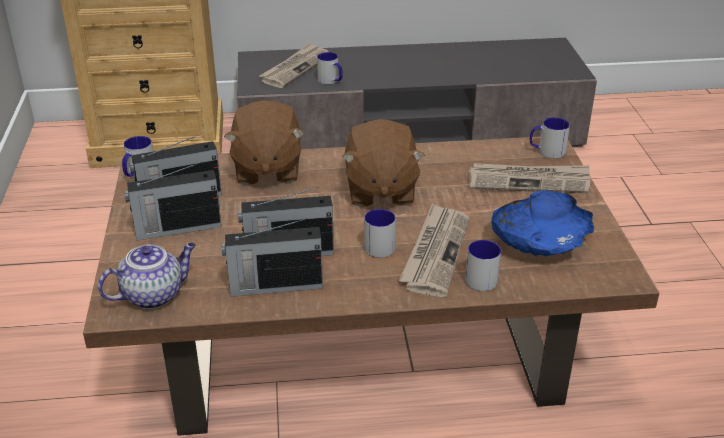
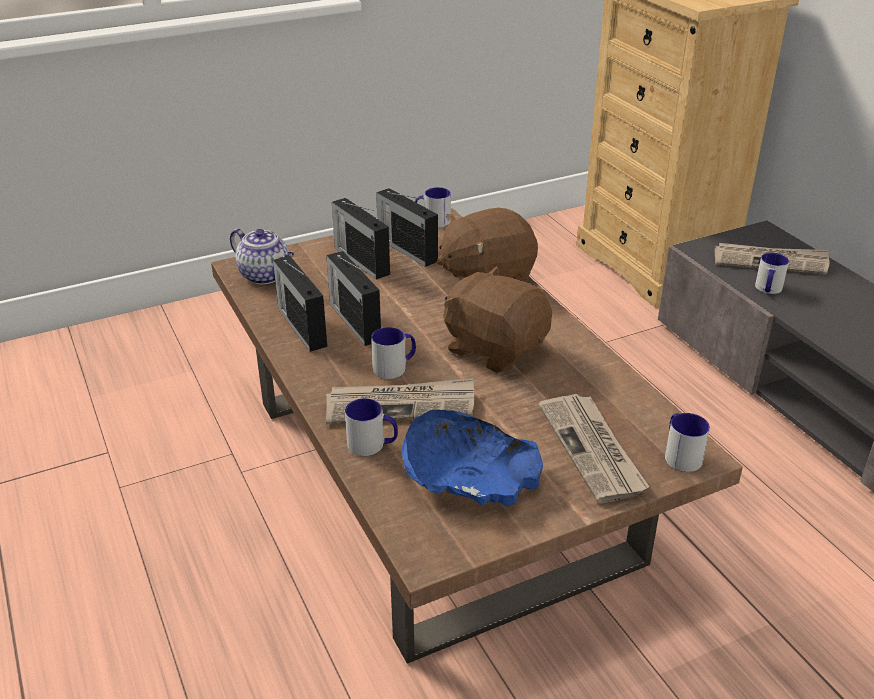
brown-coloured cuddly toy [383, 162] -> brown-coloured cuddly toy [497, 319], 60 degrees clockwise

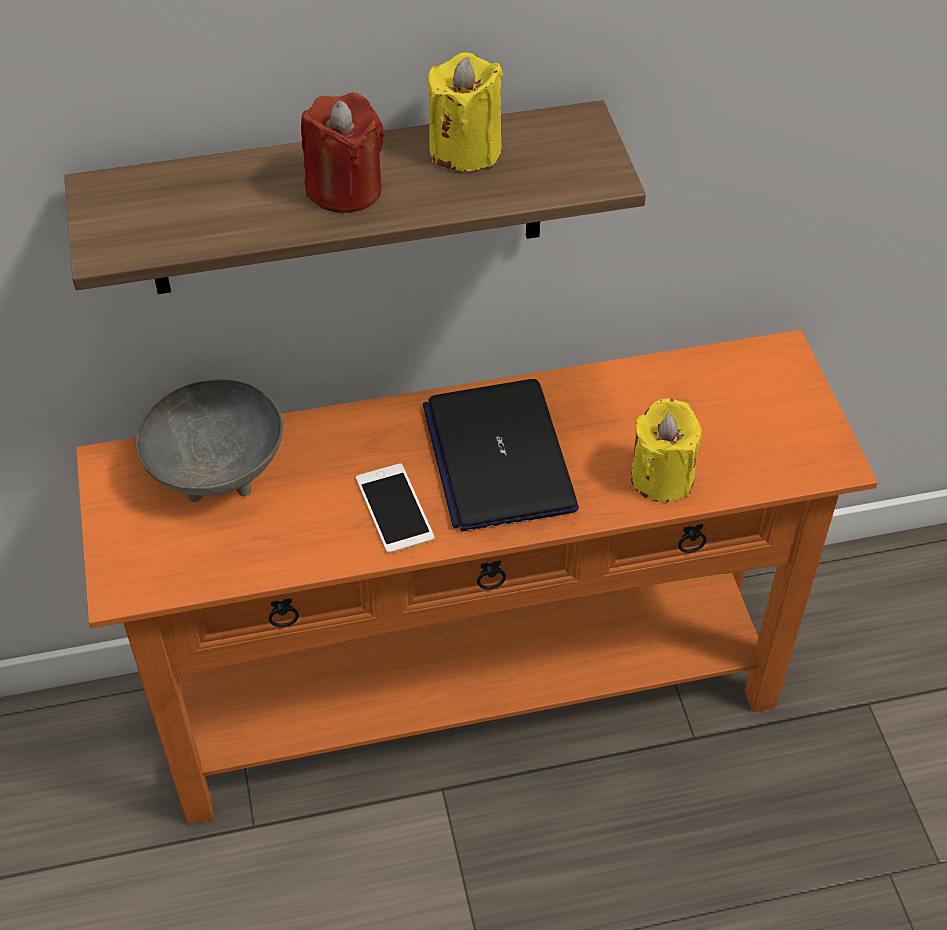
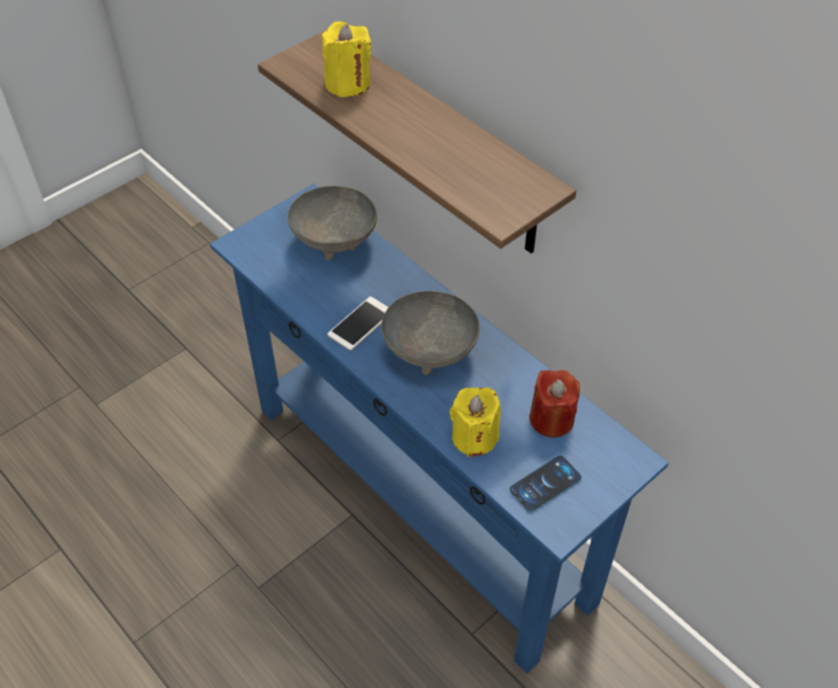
yellowish candle [465, 111] -> yellowish candle [346, 59], relocated
reddish candle [342, 152] -> reddish candle [554, 404], relocated
orange-coloured narrow table [477, 577] -> bluish narrow table [439, 429]
notebook computer [501, 455] -> greyish bowl [430, 333]
none -> telephone [546, 483]

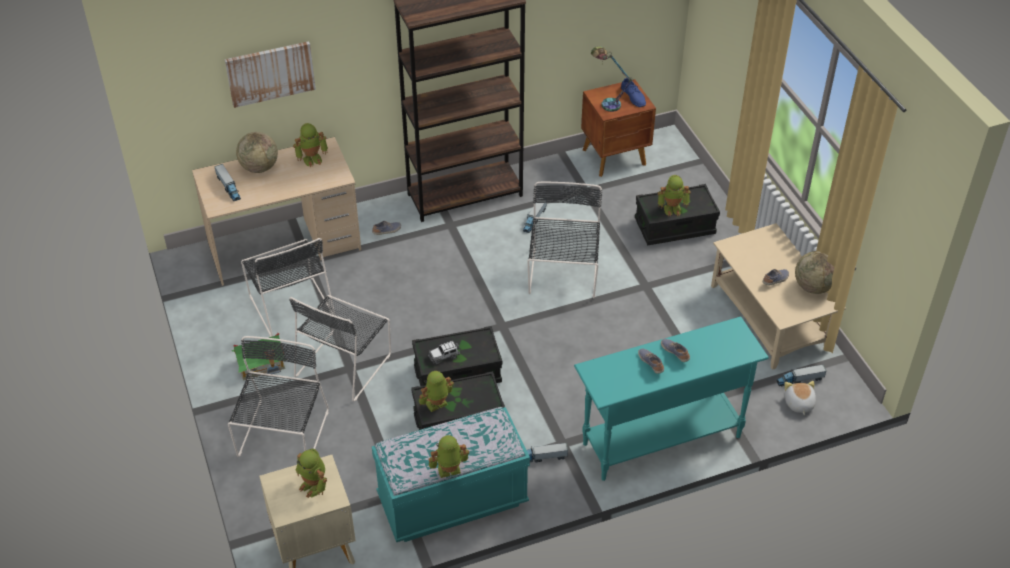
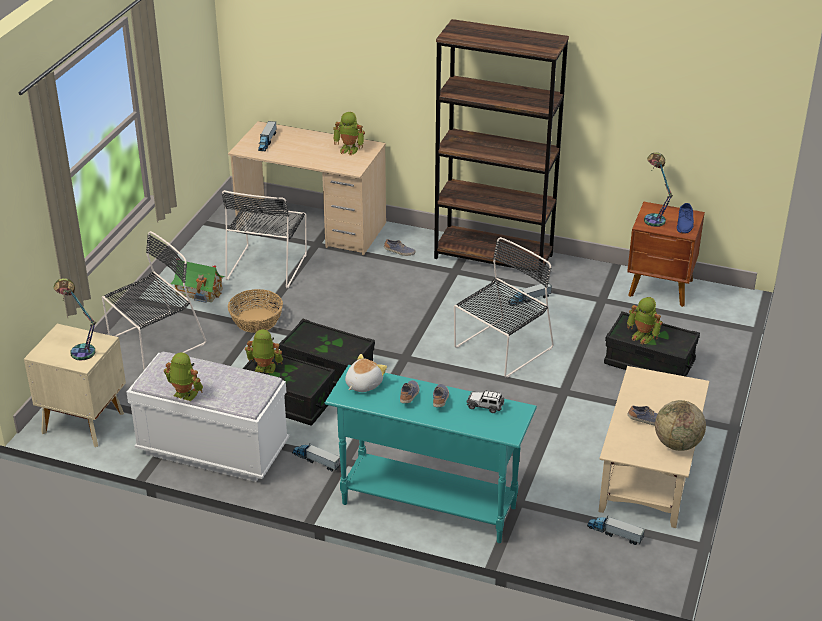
wall art [270, 74] -> none
desk globe [257, 152] -> none
black-coloured plain chair [340, 348] -> basket [255, 311]
toy car [444, 353] -> toy car [485, 401], relocated
cuddly toy [800, 398] -> cuddly toy [366, 373], relocated
turquoise long seat [451, 474] -> whitish long seat [208, 417]
robot figure [311, 473] -> lamp for a table [74, 319]

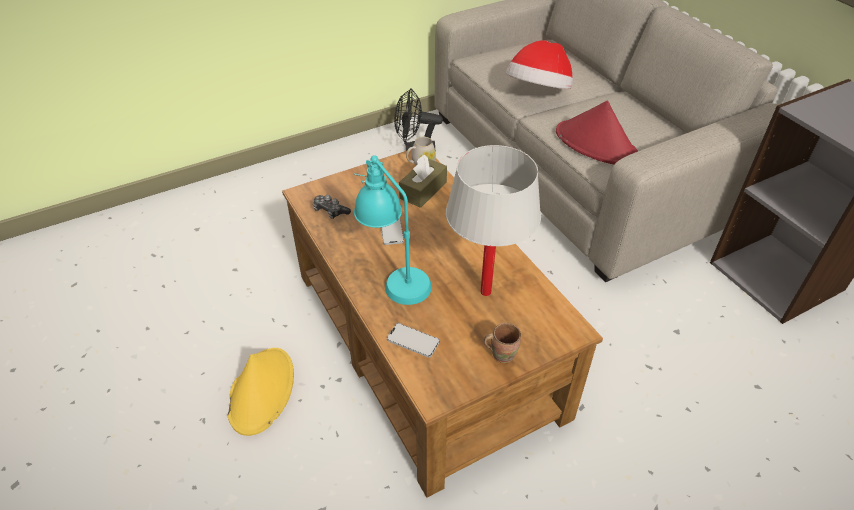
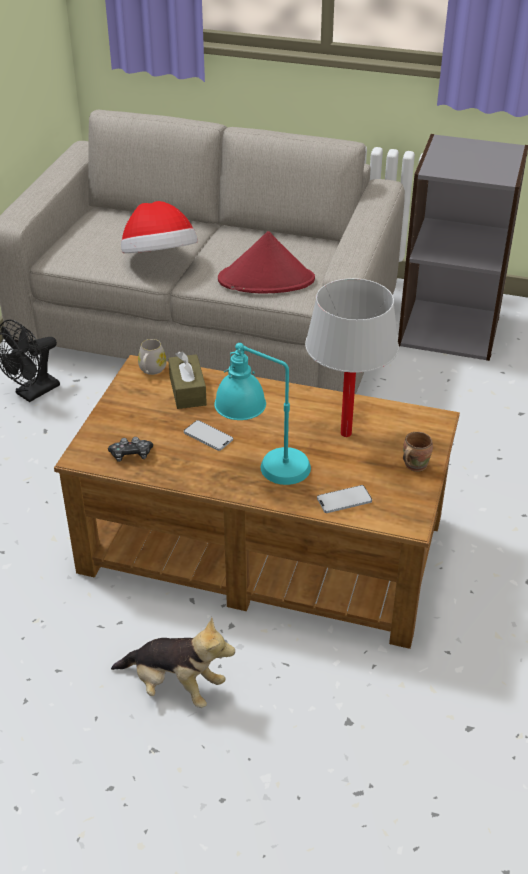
yellowish clothing hat [260, 392] -> cuddly toy [173, 662]

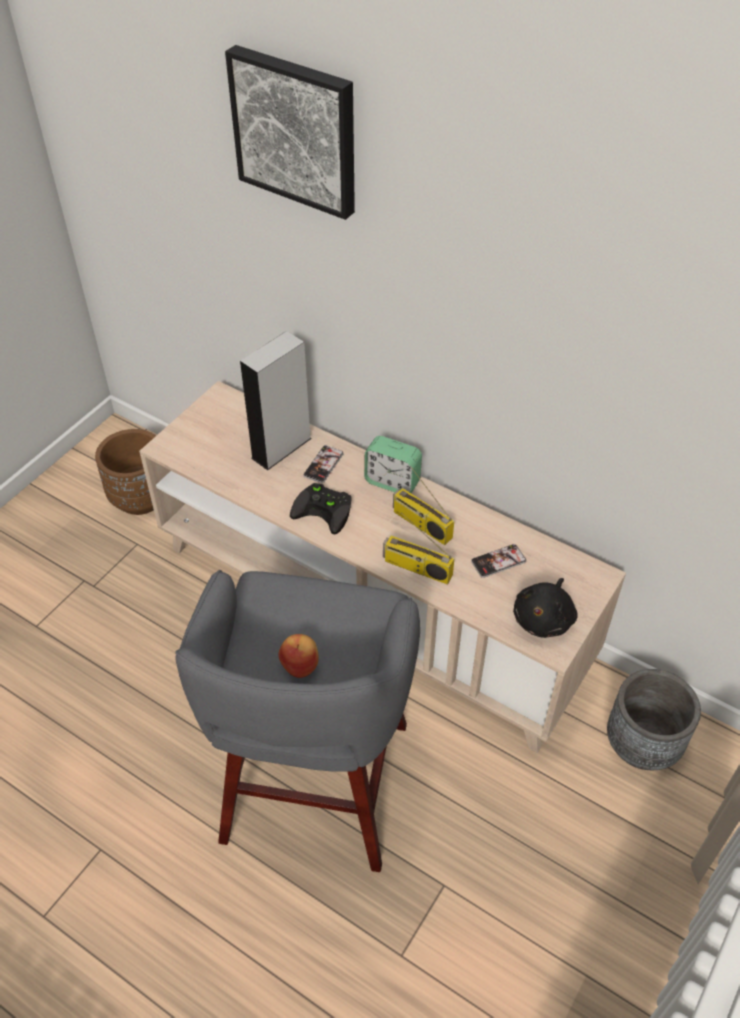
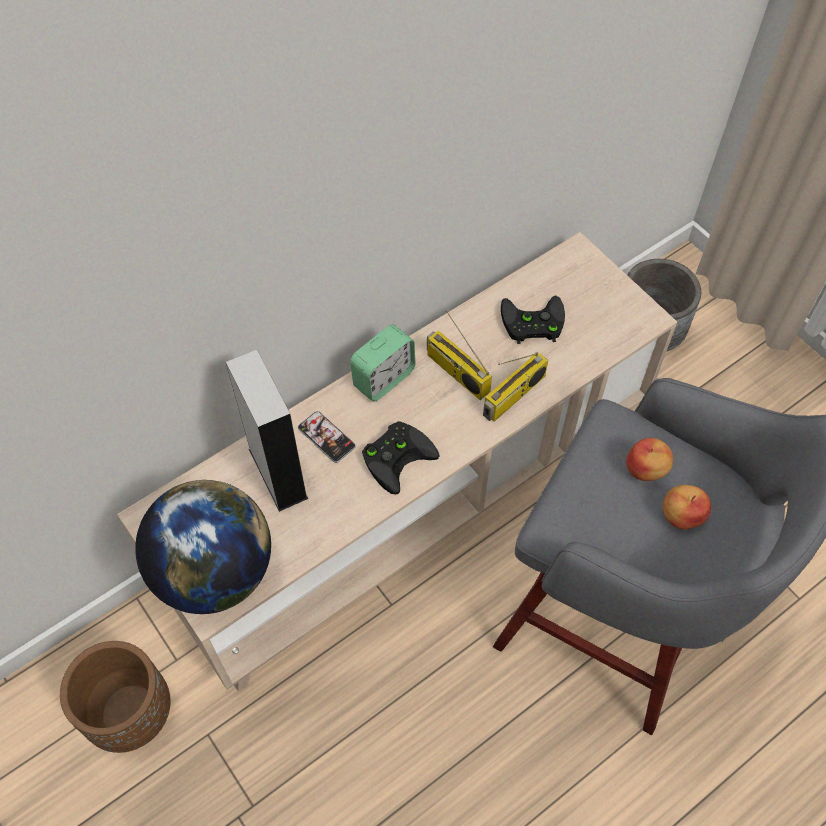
wall art [290, 132] -> none
radio [423, 505] -> radio [459, 355], 75 degrees clockwise
telephone [498, 561] -> black-coloured gamepad [533, 320]
black-coloured cuddly toy [545, 608] -> none
none -> apple [649, 459]
none -> desk globe [203, 547]

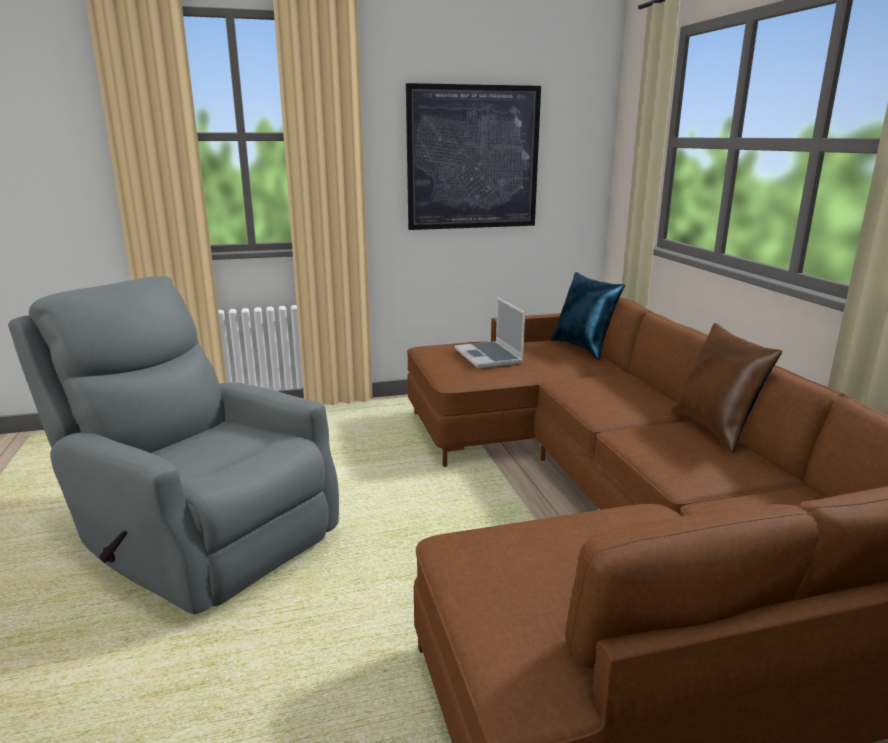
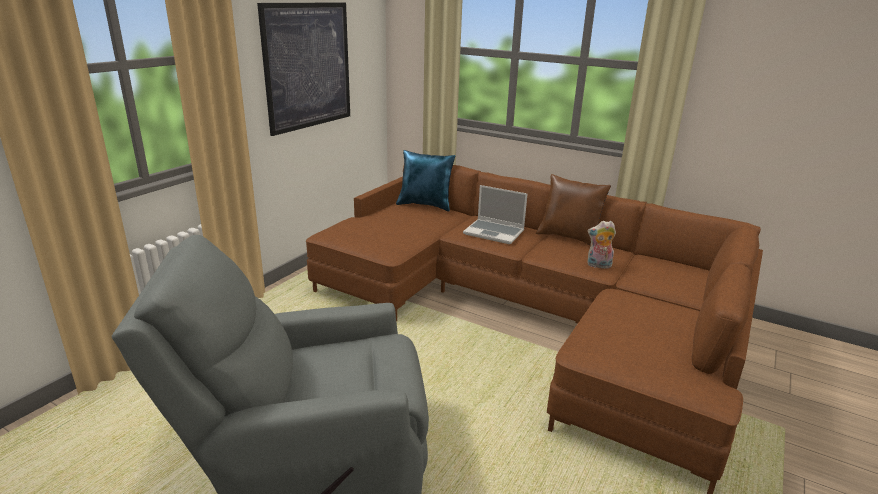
notebook computer [490, 332] -> notebook computer [495, 214], relocated
none -> cuddly toy [601, 244]

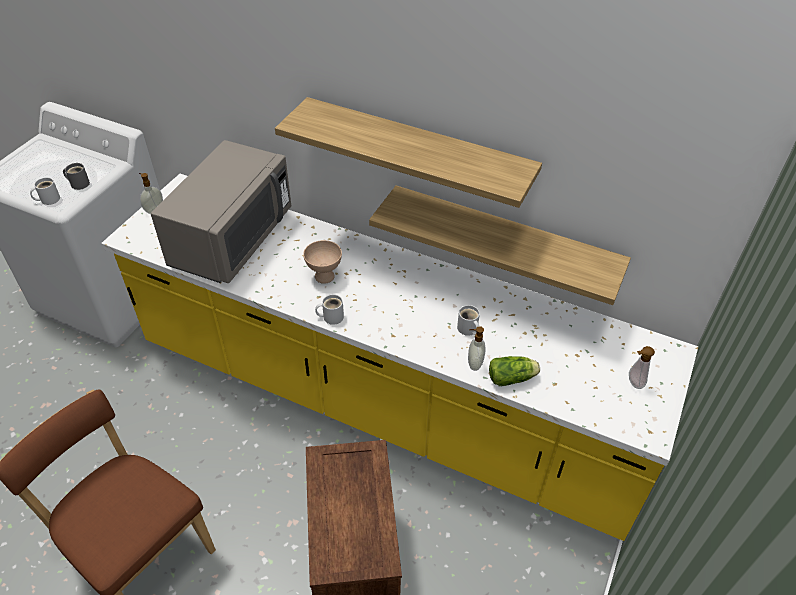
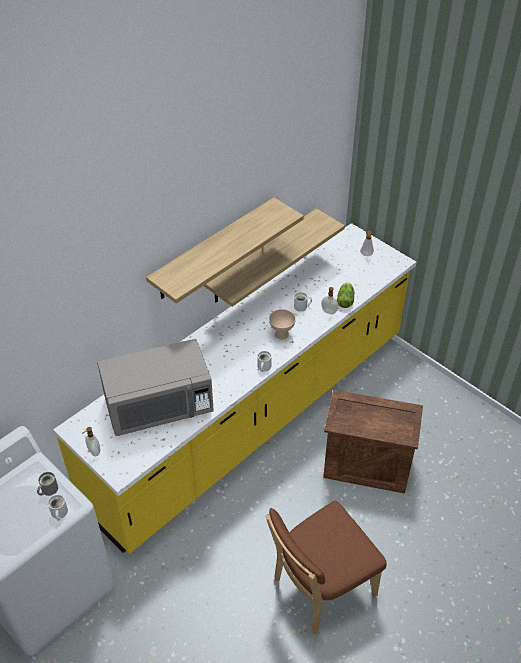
greyish microwave [221, 211] -> greyish microwave [155, 387], 120 degrees clockwise
beige bowl [322, 262] -> beige bowl [282, 324], relocated

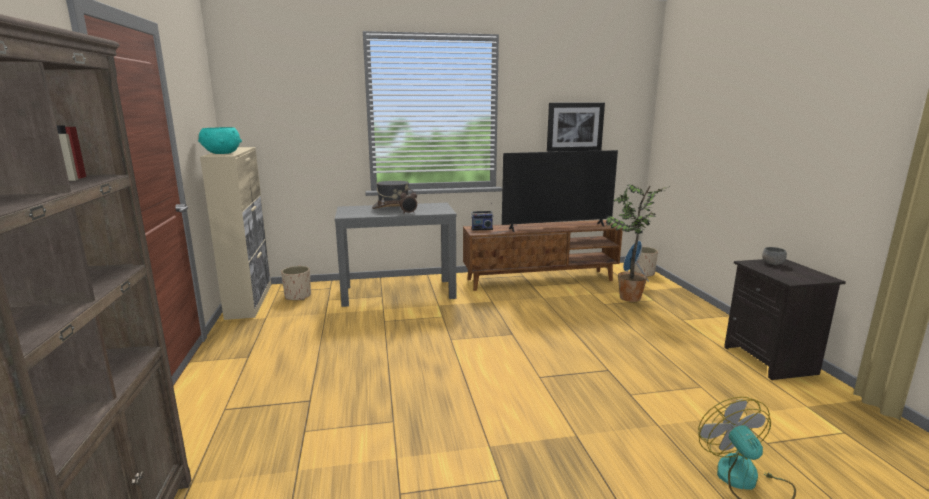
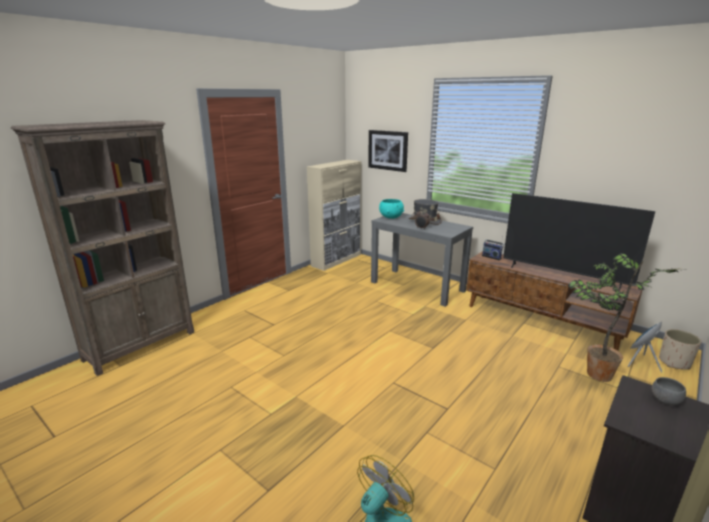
wall art [576, 127] -> wall art [388, 151], relocated
turquoise bowl [220, 140] -> turquoise bowl [391, 209], relocated
beige planter [296, 283] -> none

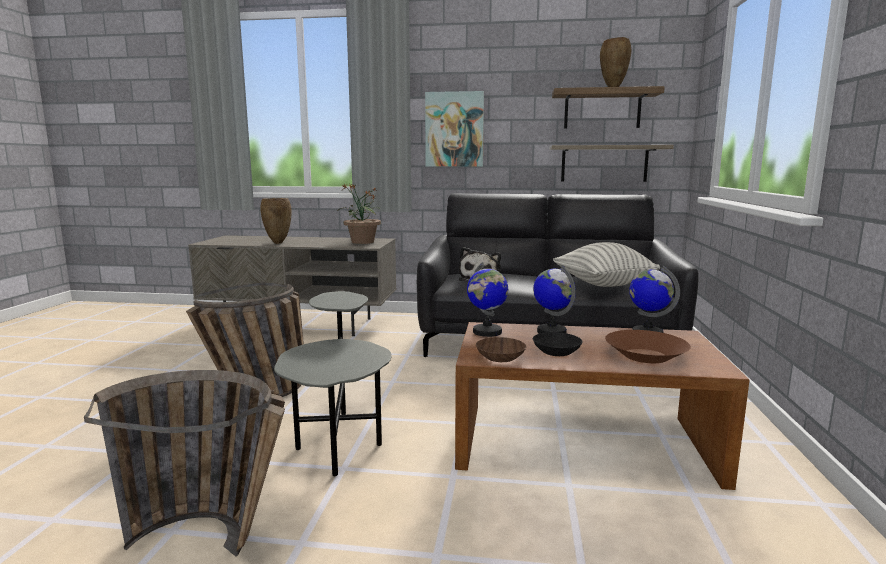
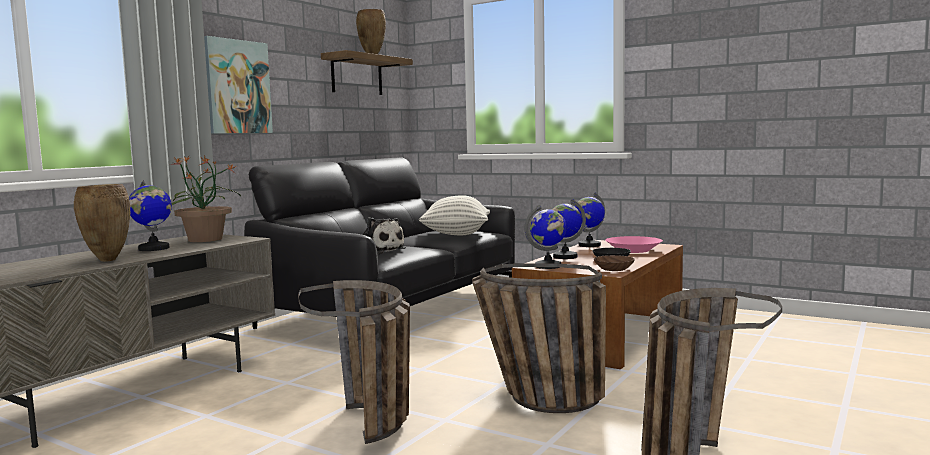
wall shelf [611, 163] -> none
greyish accent table [333, 383] -> basket [539, 338]
brown-coloured bowl [648, 346] -> pink-coloured bowl [634, 244]
none -> desk globe [150, 215]

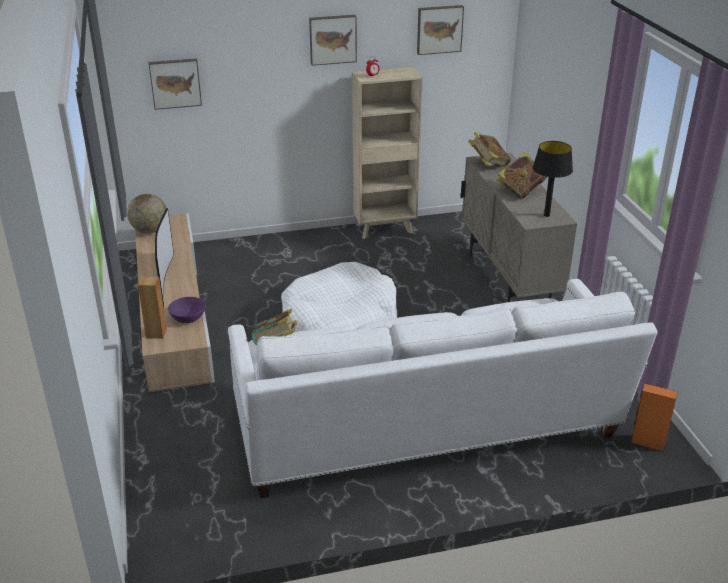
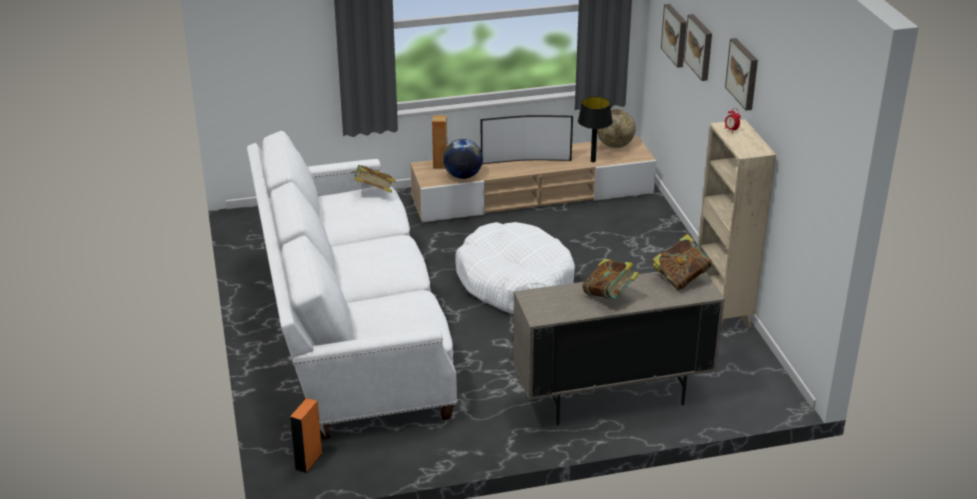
wall art [440, 30] -> wall art [698, 47], relocated
black-coloured lamp for a table [553, 179] -> black-coloured lamp for a table [595, 129], relocated
purple bowl [187, 310] -> desk globe [463, 159]

